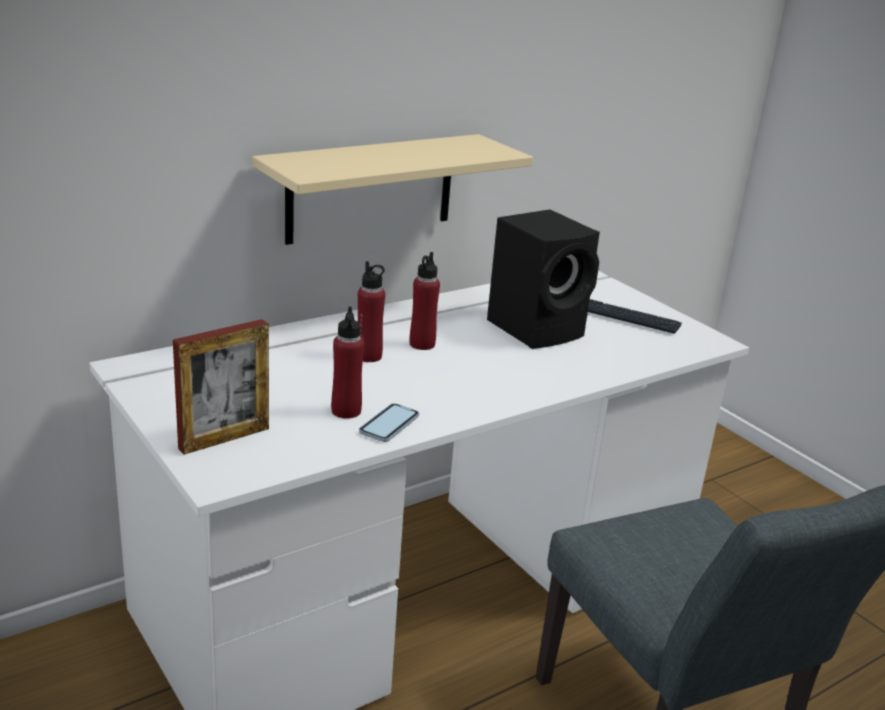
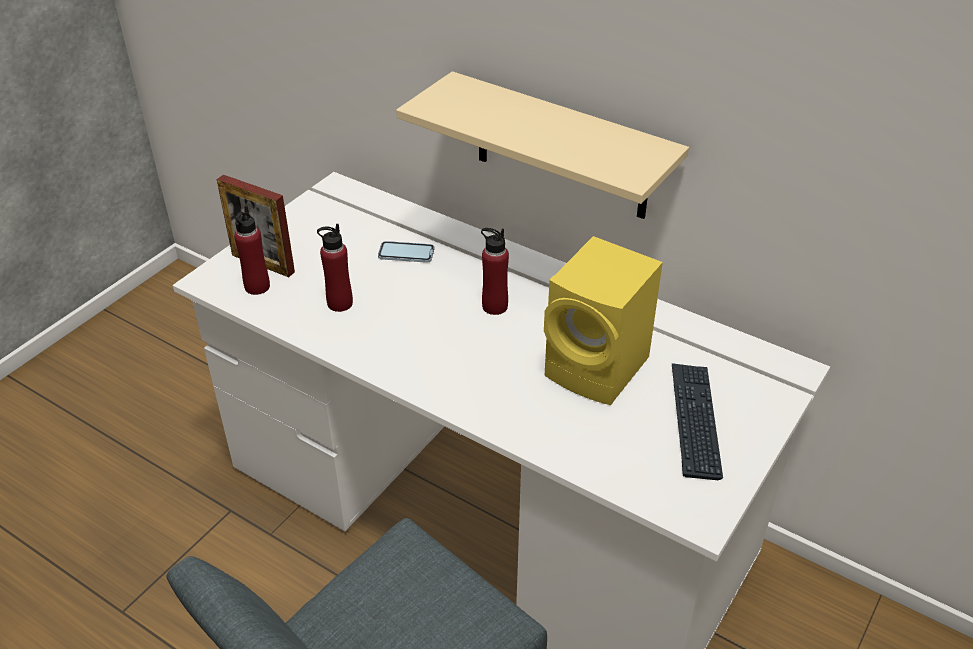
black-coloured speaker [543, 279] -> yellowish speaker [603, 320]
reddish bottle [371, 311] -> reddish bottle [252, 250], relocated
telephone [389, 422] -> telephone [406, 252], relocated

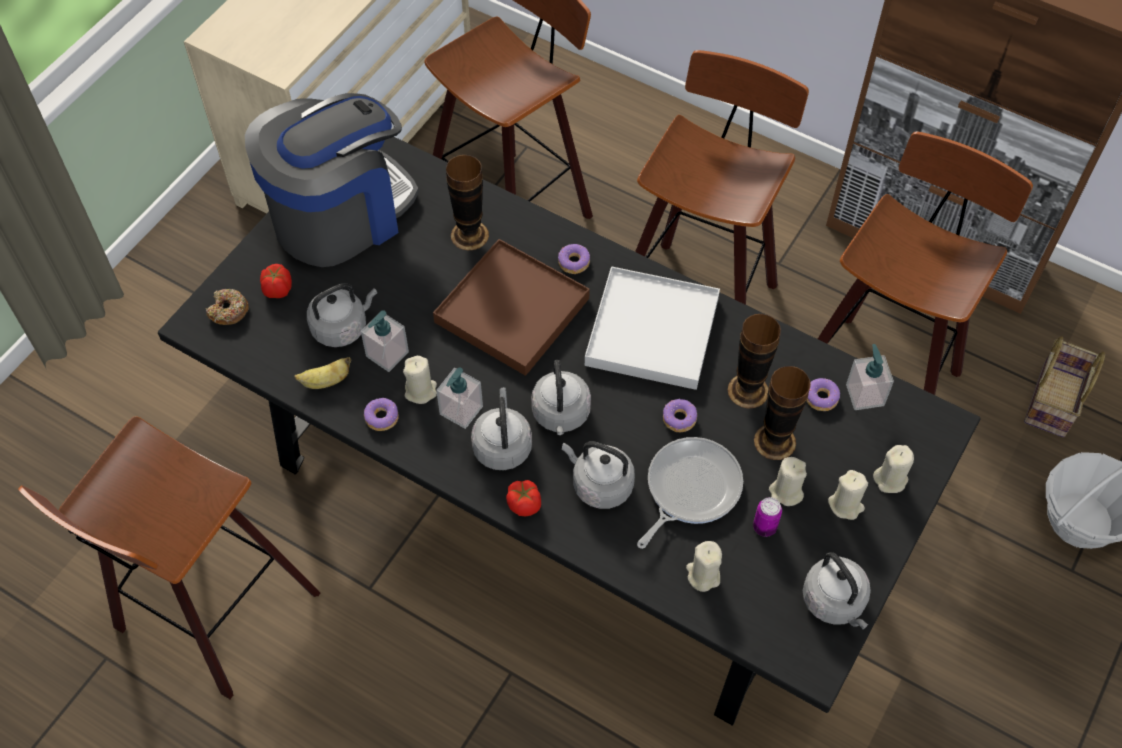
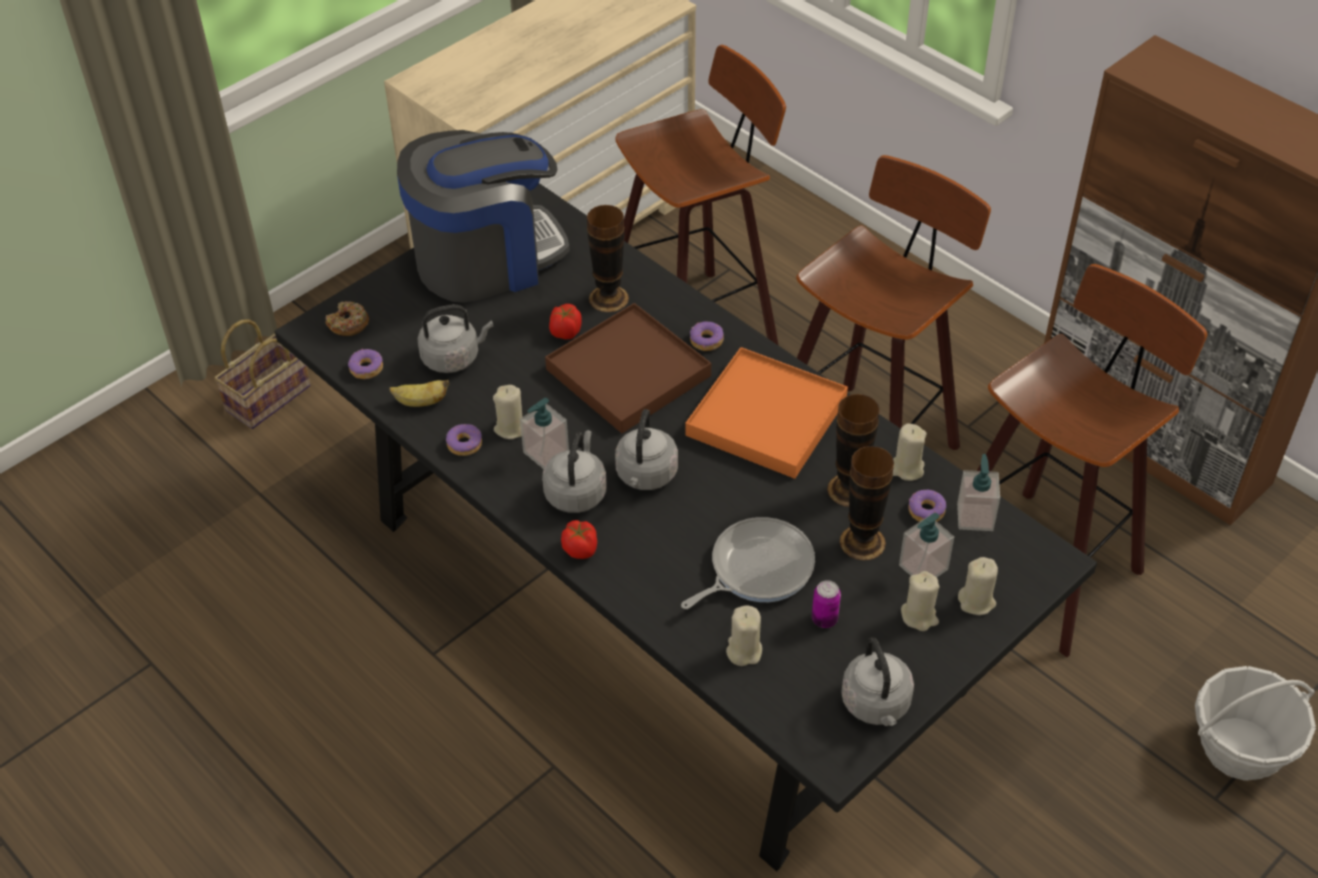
fresh tomato [276, 281] -> fresh tomato [565, 321], relocated
whitish serving tray [652, 328] -> orange-coloured serving tray [767, 413]
liquid soap bottle [385, 341] -> liquid soap bottle [926, 545], relocated
basket [1064, 387] -> basket [262, 374], relocated
ring doughnut [680, 415] -> ring doughnut [365, 364], relocated
sitting stool [169, 558] -> none
greyish water kettle [598, 475] -> none
beige candle [788, 481] -> beige candle [910, 452], relocated

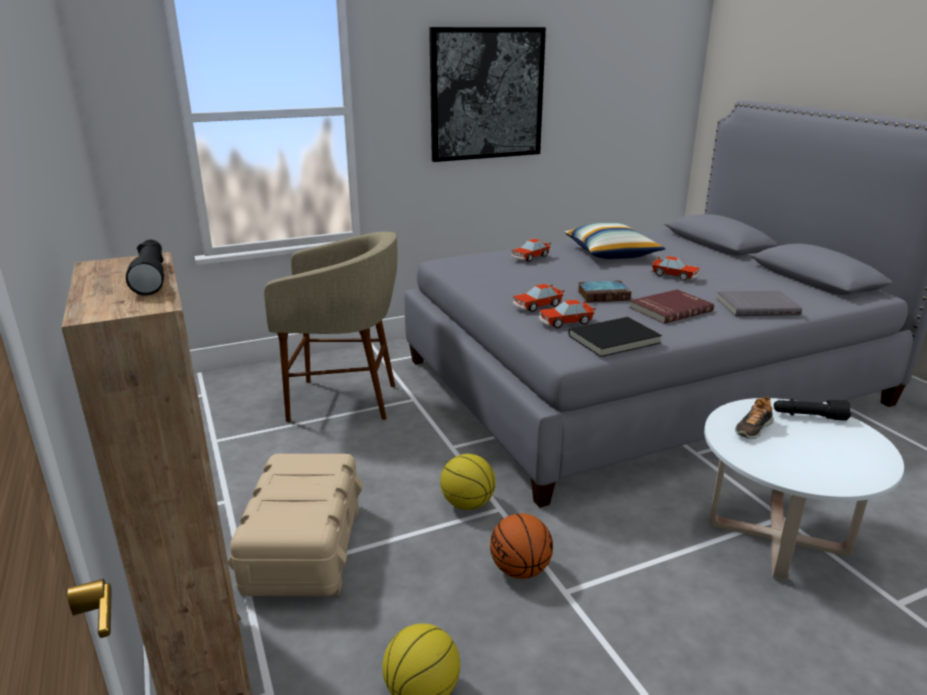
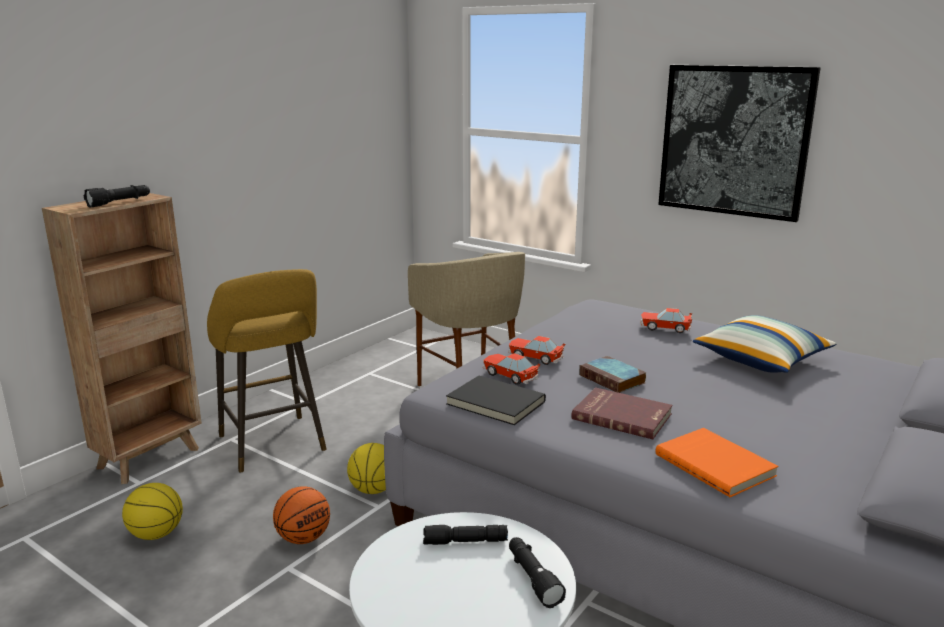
toy car [675, 268] -> none
greyish book [759, 303] -> orange-coloured book [717, 462]
low shoe [754, 418] -> black-coloured torch [465, 535]
beige storage box [295, 525] -> yellowish sitting stool [267, 370]

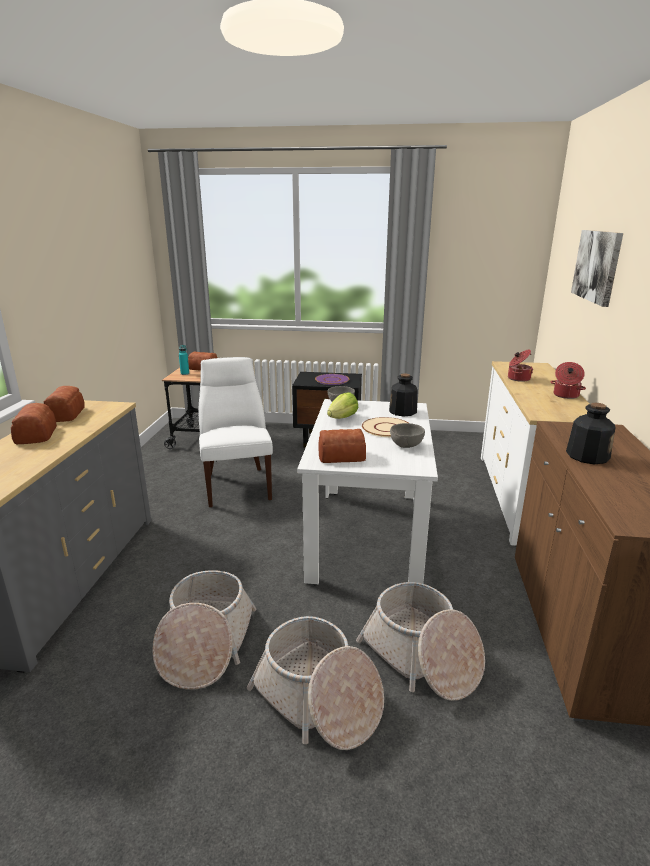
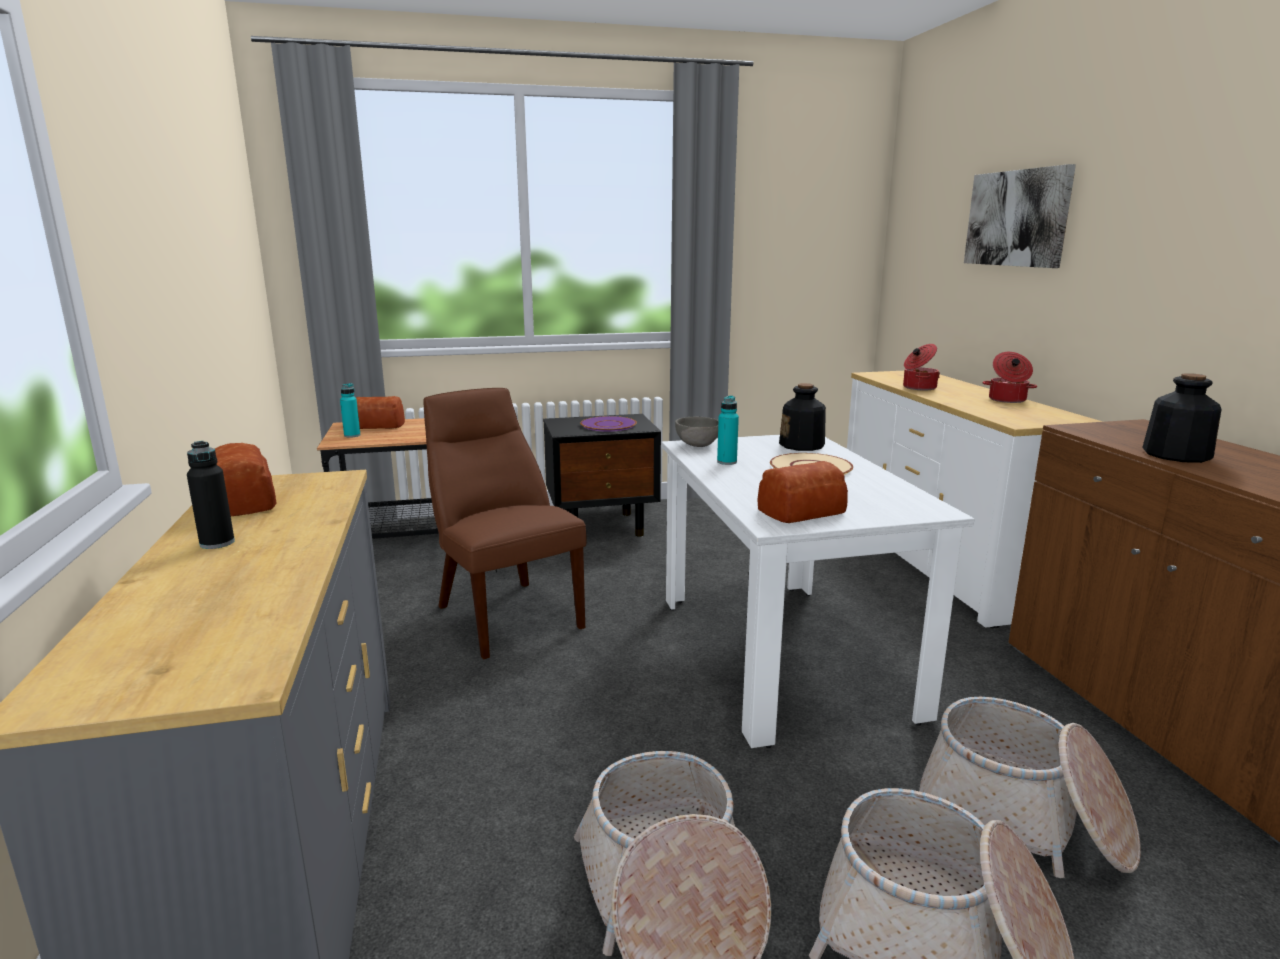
whitish plain chair [236, 432] -> brown-coloured plain chair [505, 523]
head of lettuce [342, 405] -> turquoise bottle [728, 430]
bread [34, 423] -> black-coloured bottle [211, 495]
greyish bowl [407, 435] -> none

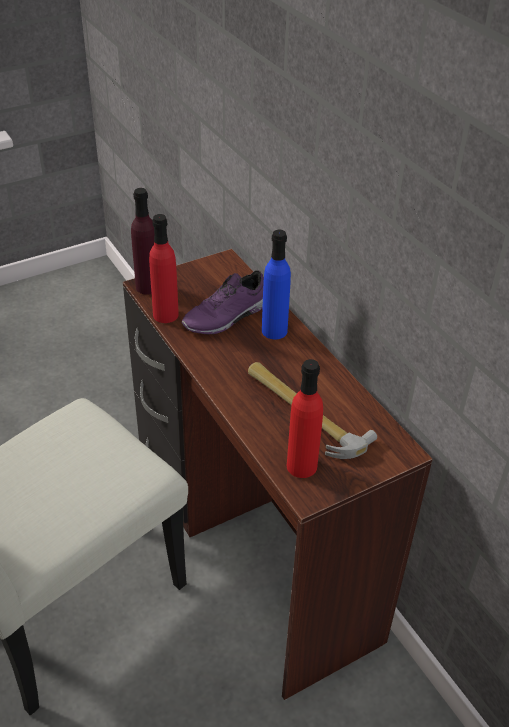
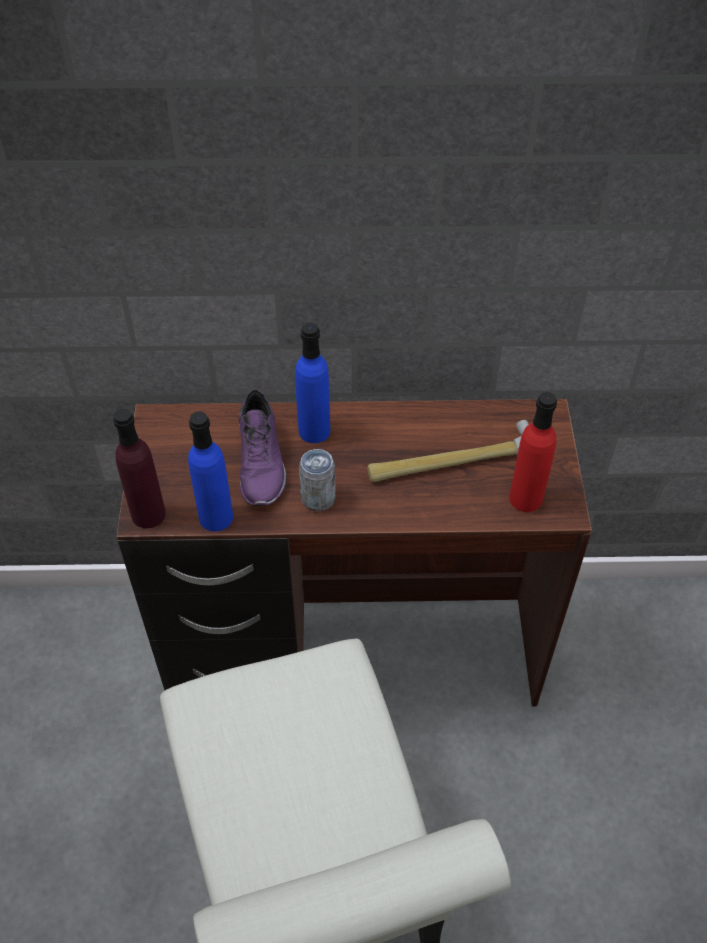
reddish bottle [164, 268] -> bluish bottle [210, 471]
none -> sealed can [317, 480]

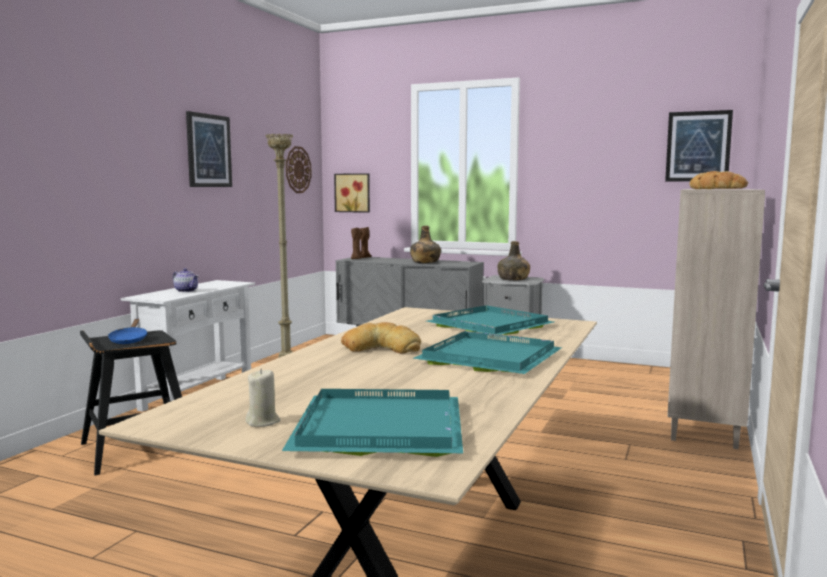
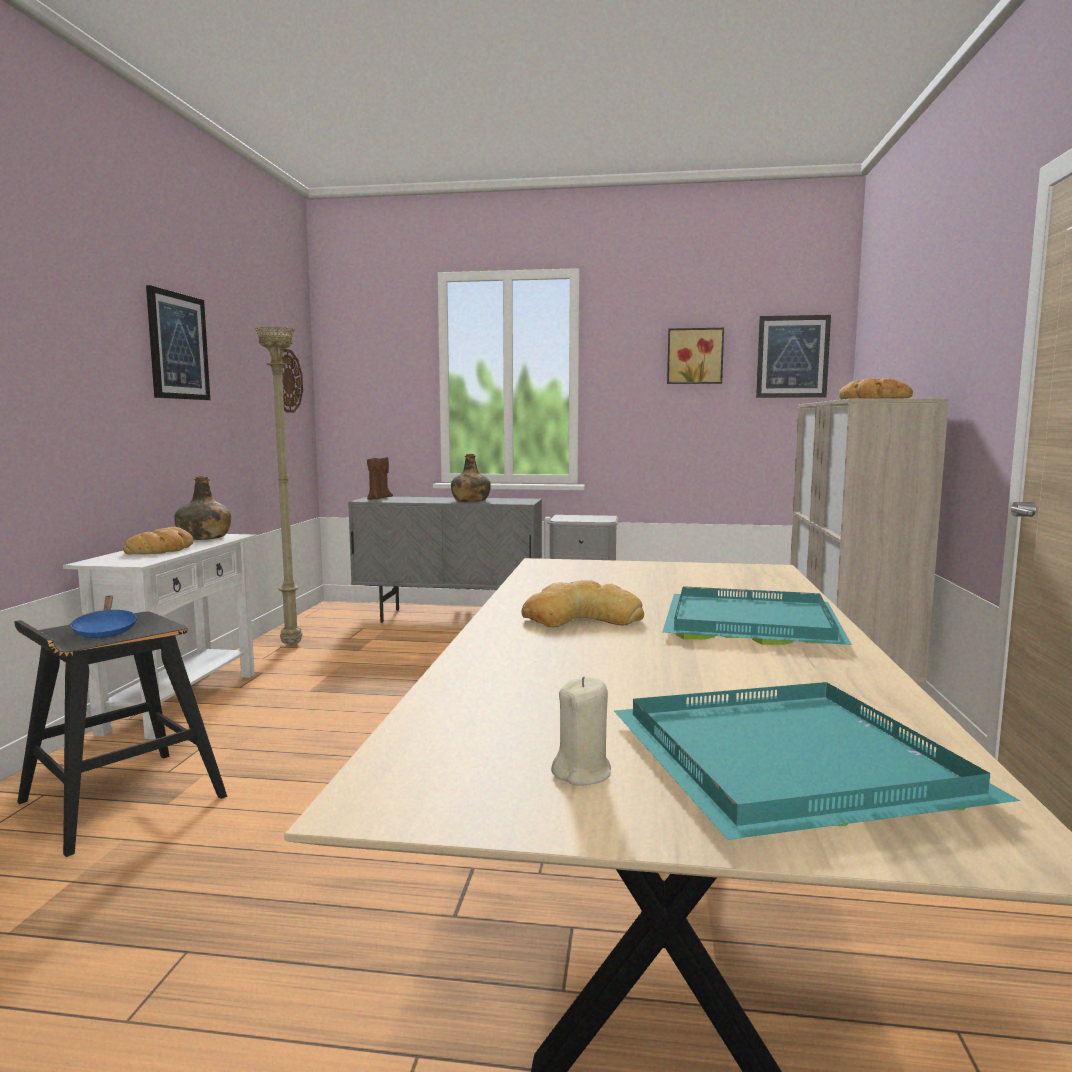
wall art [352, 193] -> wall art [695, 356], relocated
green bottle [514, 261] -> green bottle [202, 508], relocated
pot for tea [186, 280] -> bread [158, 541]
turquoise serving tray [490, 320] -> none

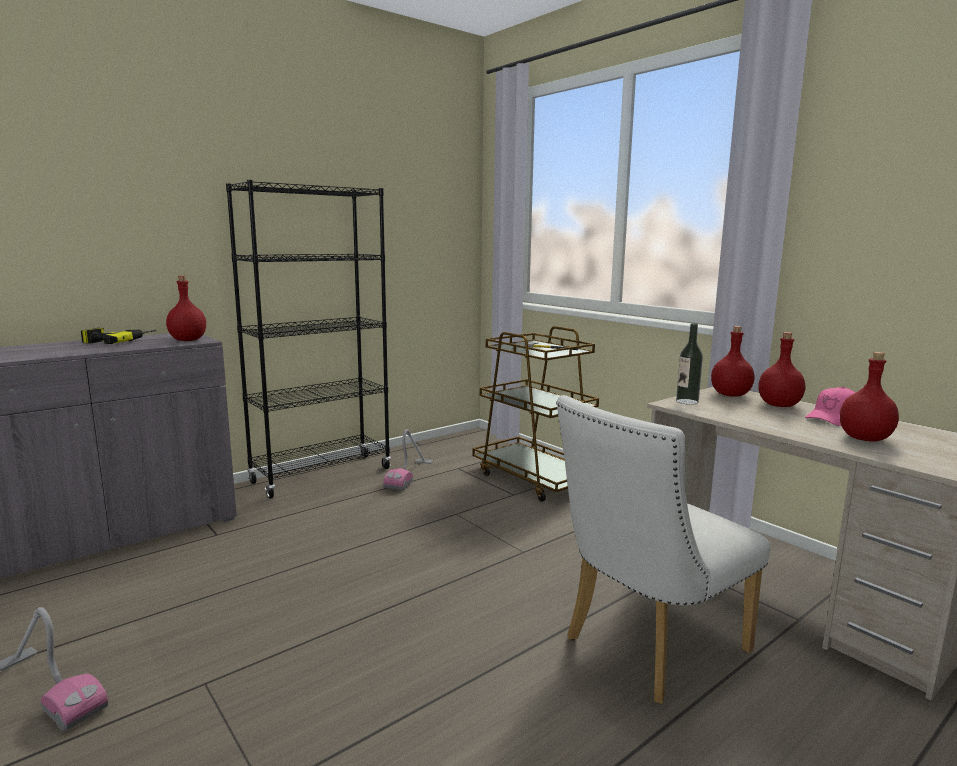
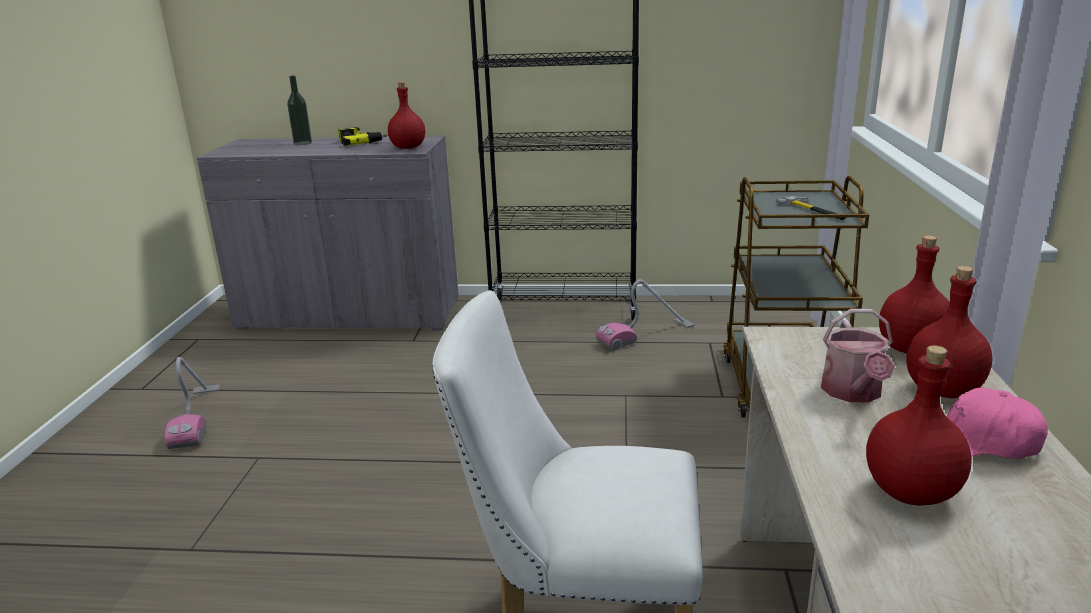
bottle [689, 364] -> bottle [299, 110], relocated
none -> watering can [858, 356]

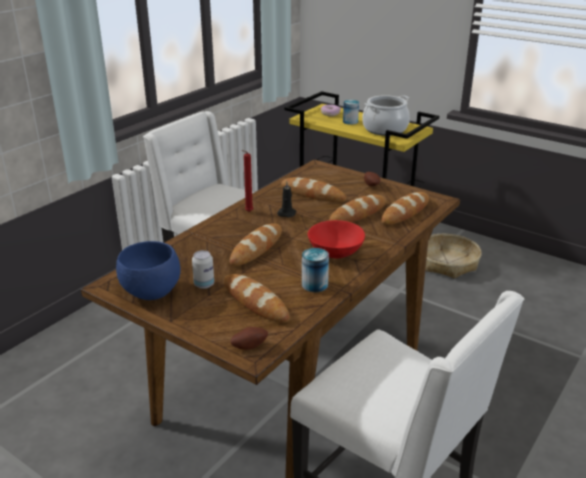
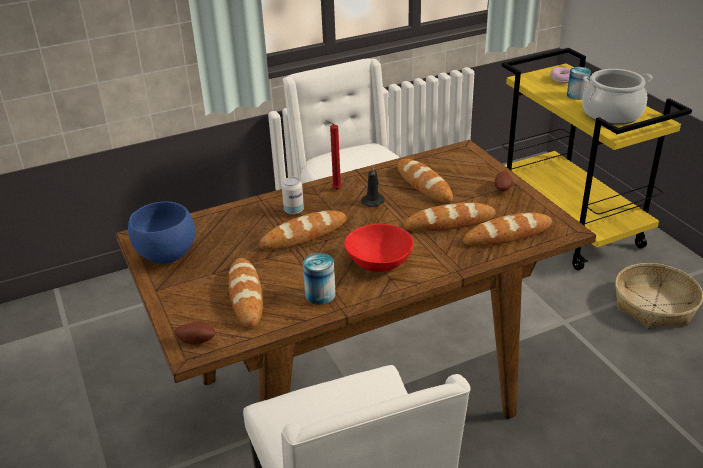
sealed can [203, 269] -> sealed can [293, 196], relocated

